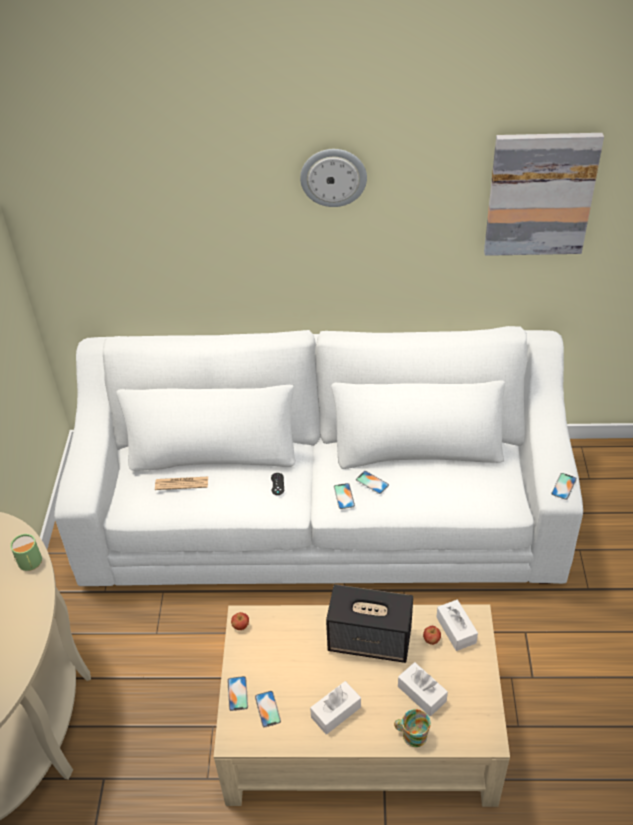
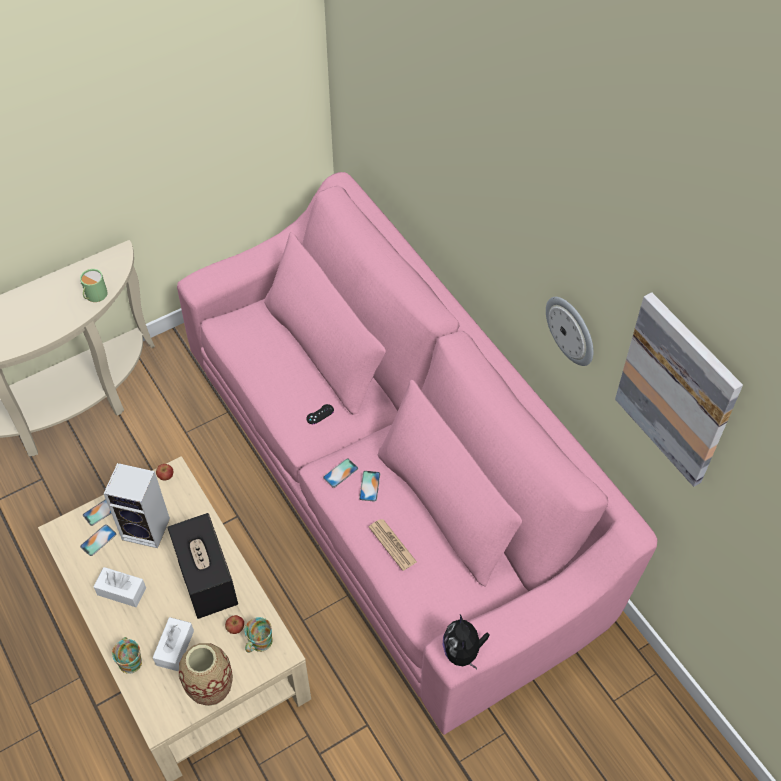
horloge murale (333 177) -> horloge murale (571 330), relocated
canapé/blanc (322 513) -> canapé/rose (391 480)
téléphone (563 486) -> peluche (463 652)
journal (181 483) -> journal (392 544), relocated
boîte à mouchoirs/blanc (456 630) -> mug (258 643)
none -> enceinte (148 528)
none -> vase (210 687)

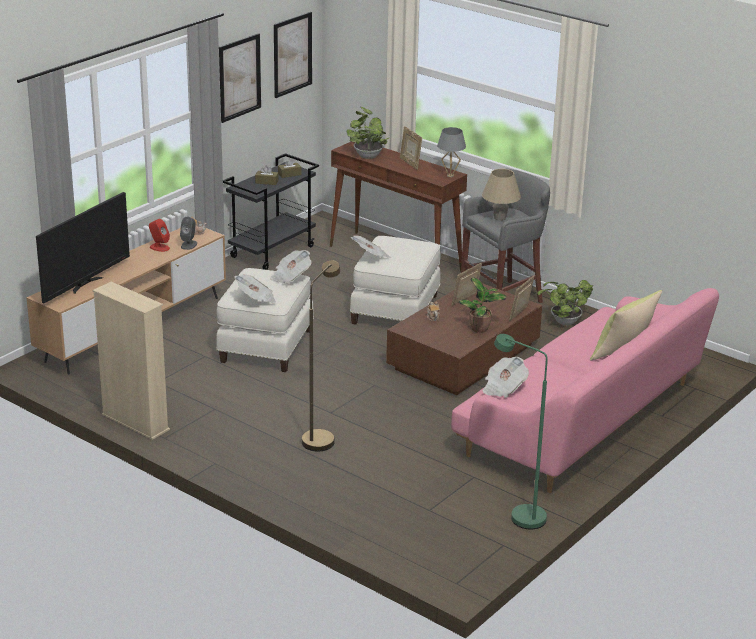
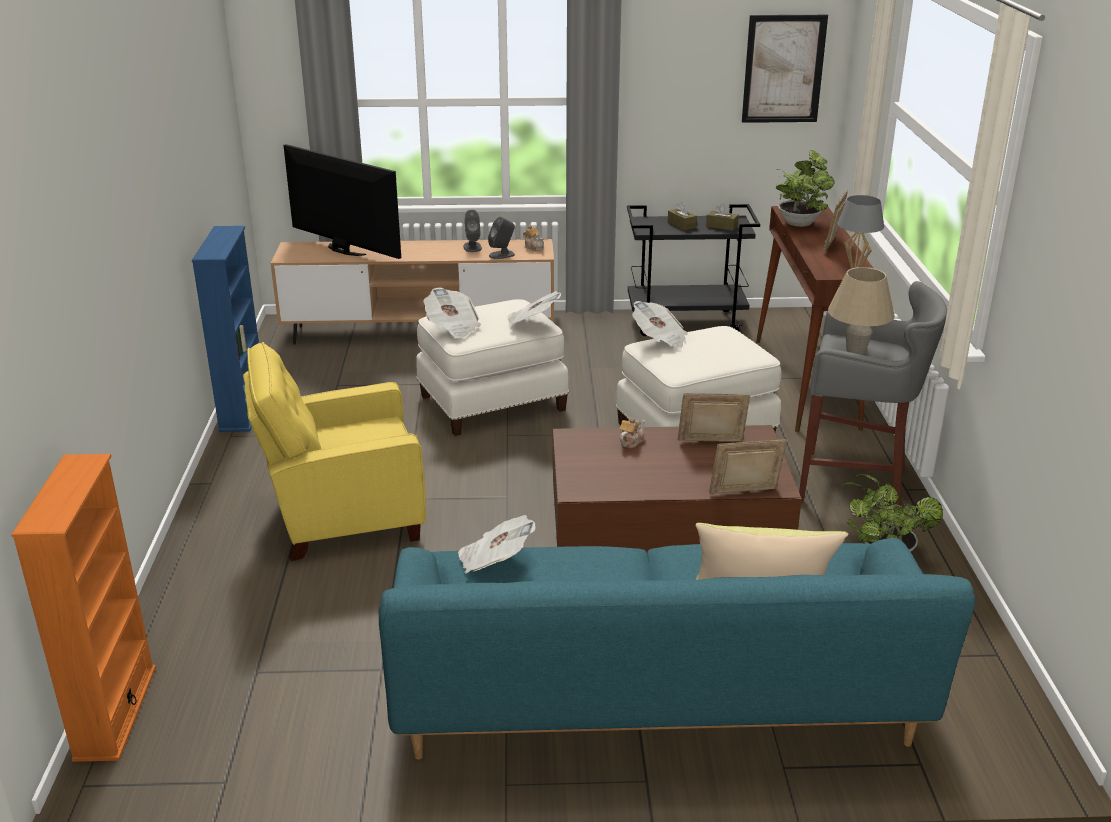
tableau (239 77) -> none
téléviseur (85 284) -> téléviseur (343 251), 135 degrees counterclockwise
enceinte/rouge (159 247) -> enceinte/gris (472 247)
lampadaire/marron (321 437) -> fauteuil/jaune (342 518)
plante en pot (480 329) -> none
bibliothèque/beige (135 422) -> bibliothèque/bleu (243 409)
canapé/rose (583 420) -> canapé/turquoise (654 694)
lampadaire/vert (519 515) -> none
none -> bibliothèque/orange (115 712)

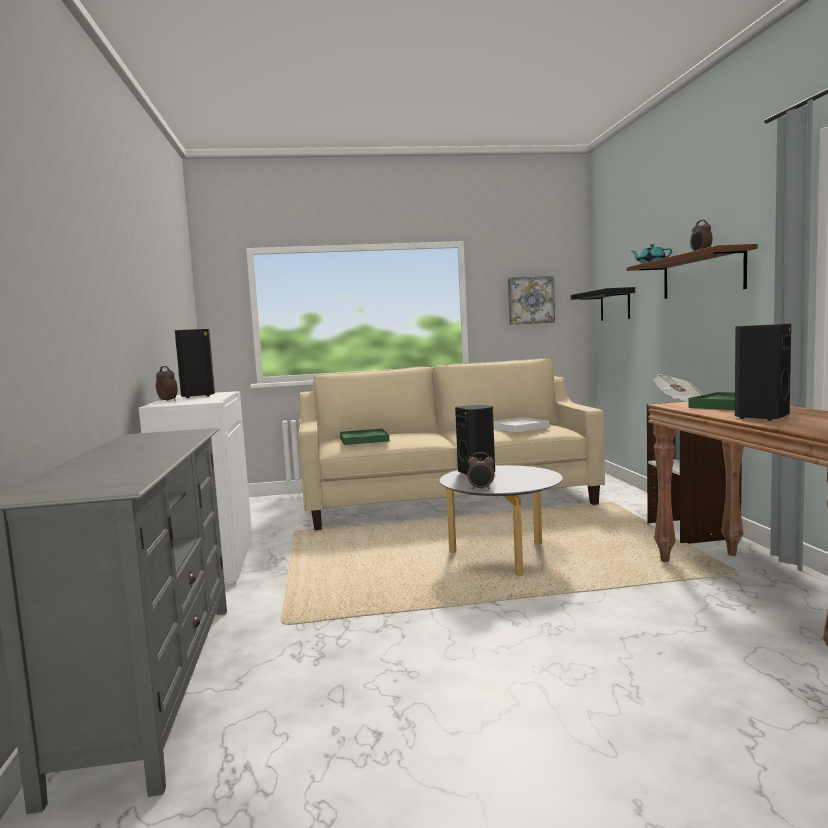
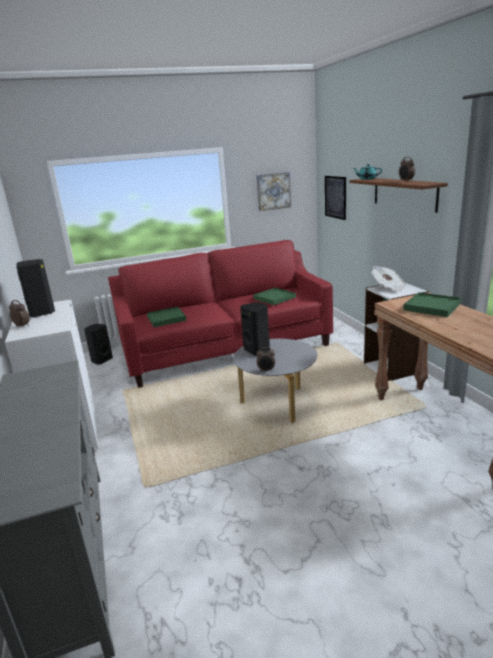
étagère/noir (615 305) -> tableau (335 197)
enceinte/noir (760 417) -> enceinte/noir (101 360), relocated
canapé/beige (446 501) -> canapé/rouge (224 349)
plateau/blanc (518 427) -> plateau/vert (274 298)

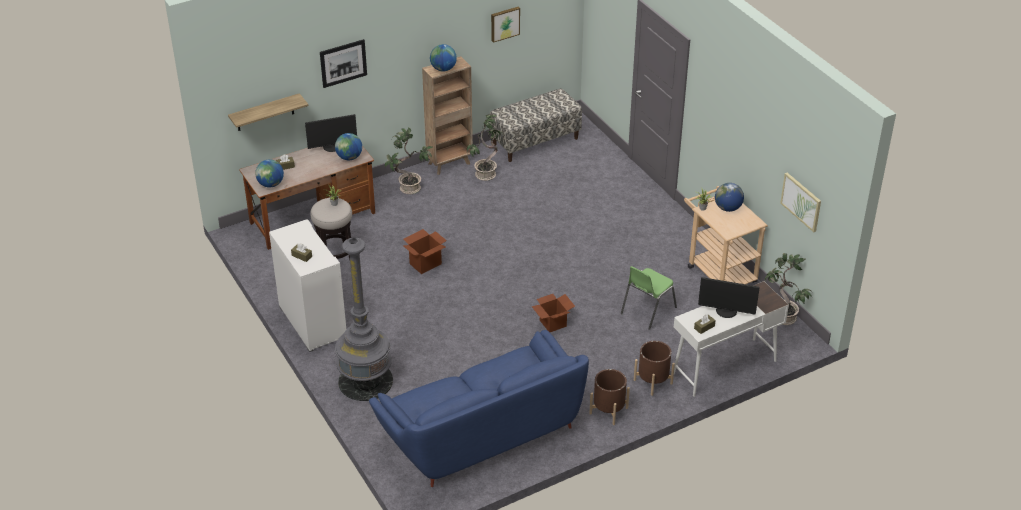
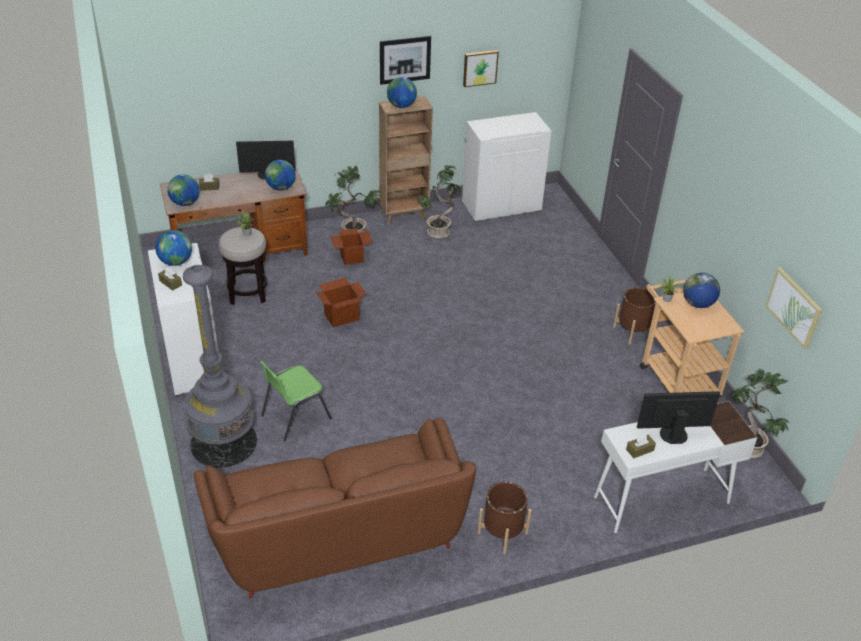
tableau (343 63) -> tableau (405 60), relocated
banc (535 141) -> meuble de rangement/blanc (501 206)
étagère (265 113) -> none
chaise/vert (647 310) -> chaise/vert (294 417), relocated
écran d'ordinateur (726 311) -> écran d'ordinateur (673 433), 150 degrees clockwise
carton (553 323) -> carton (352 257), relocated
canapé/bleu (481 430) -> canapé/marron (337 531)
cache-pot/marron (653 381) -> cache-pot/marron (633 331), relocated
none -> globe (176 262)

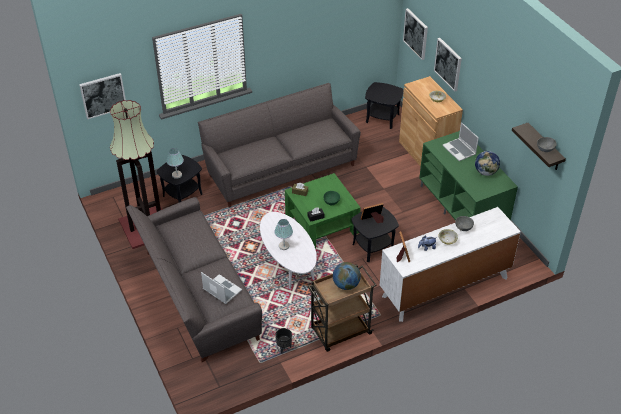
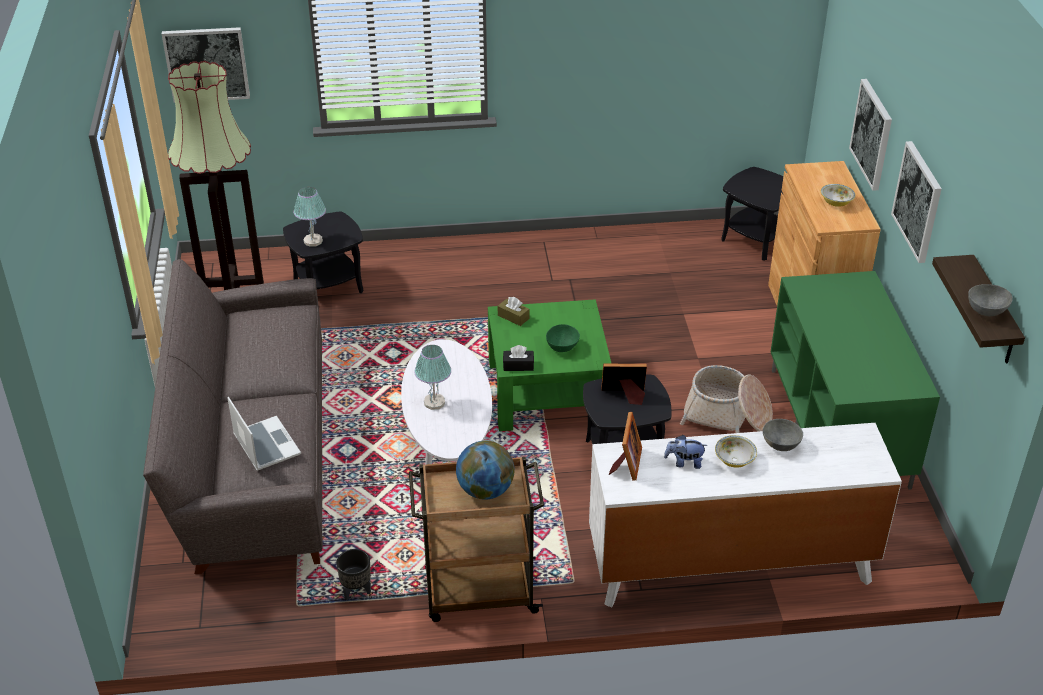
tableau (416 33) -> tableau (918 201), relocated
canapé/gris (280 168) -> none
ordinateur portable (459 150) -> none
globe (486 172) -> none
none -> panier (727 415)

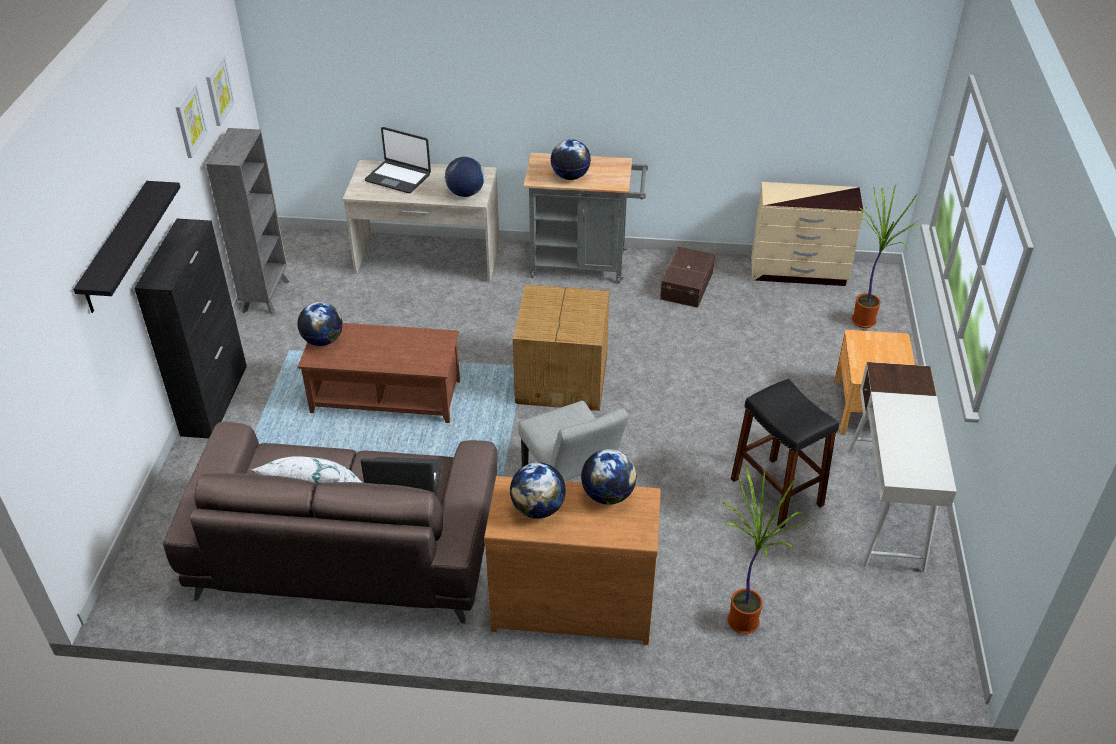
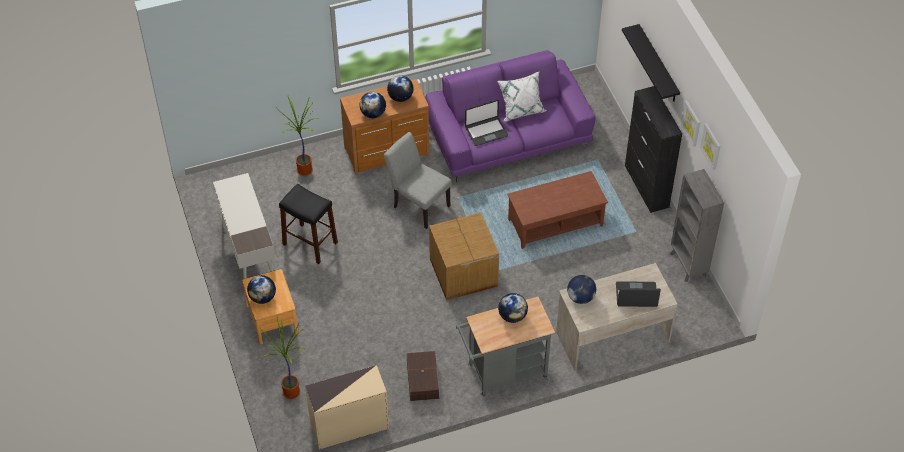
tableau (218 90) -> tableau (691 123), relocated
globe (323 340) -> globe (262 297), relocated
canapé/marron (346 550) -> canapé/violet (508 137)

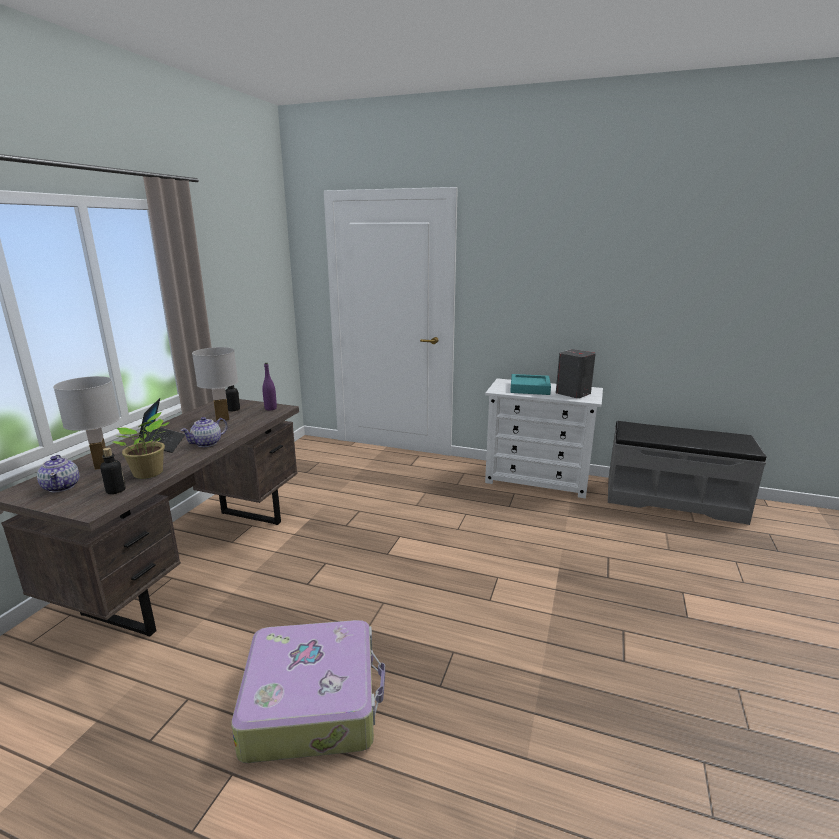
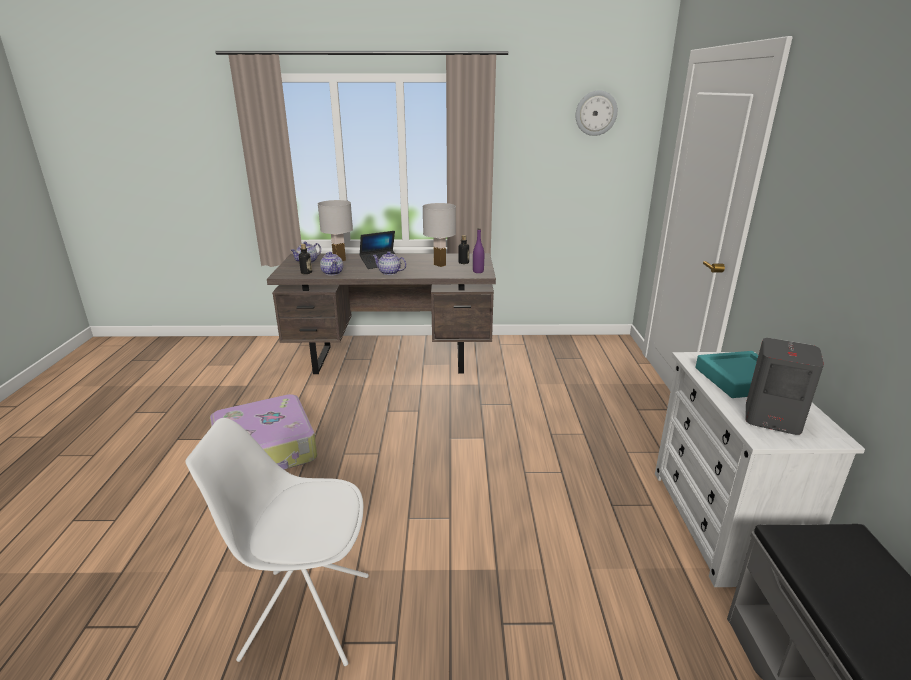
plante en pot (149 474) -> théière (332 273)
none -> horloge murale (596 113)
none -> chaise/blanc (305 615)

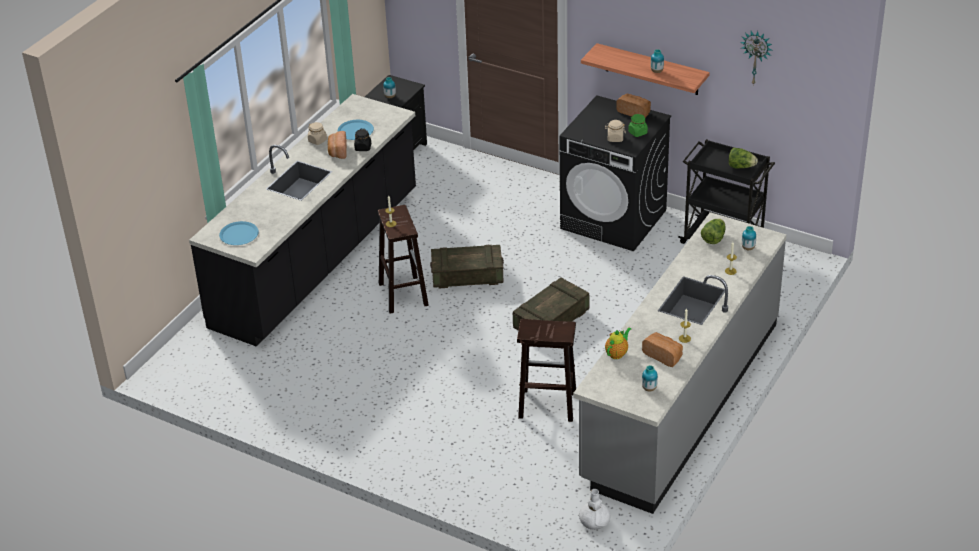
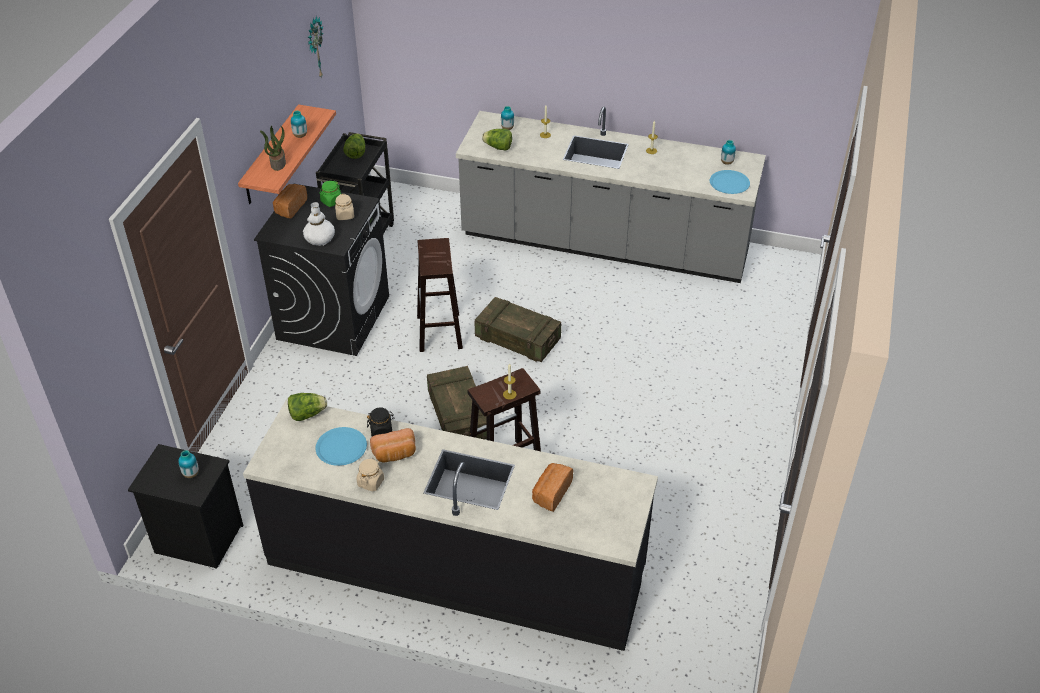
assiette/bleu (239 234) -> assiette/bleu (729 183), relocated
tabouret/marron (546 405) -> tabouret/marron (440 333), relocated
théière (617 353) -> none
pain (663 355) -> pain (551 493), relocated
vase/blanc (594 521) -> vase/blanc (320 239), relocated
none -> plante en pot (277 163)
none -> laitue (307 414)

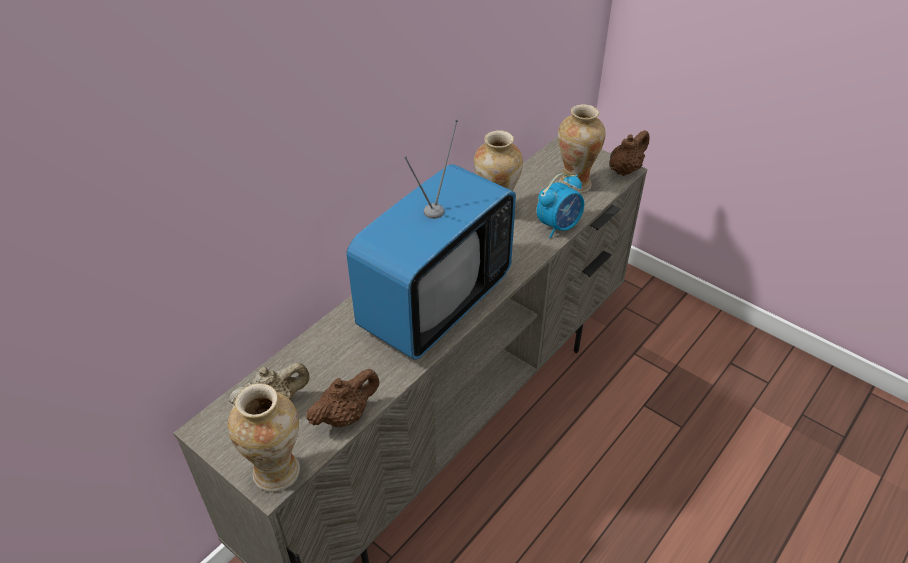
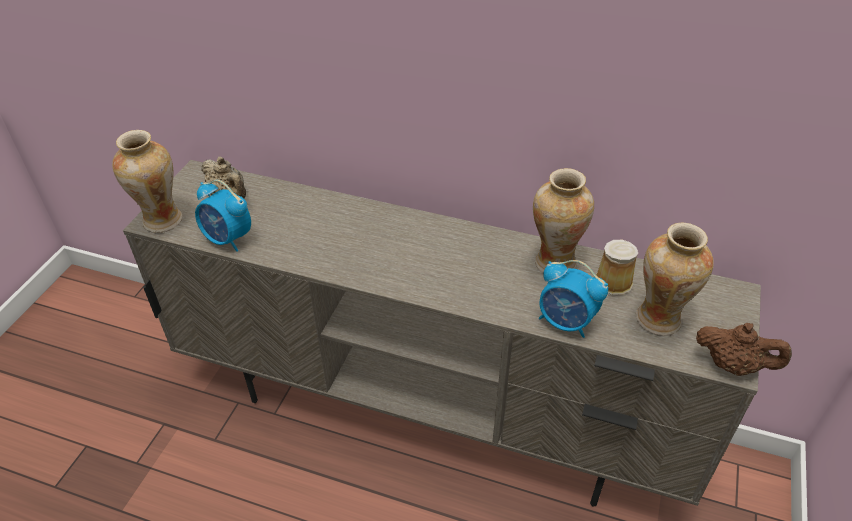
téléviseur (435 304) -> none
théière/marron (345 415) -> réveil (228 239)
none -> mug (615 280)

